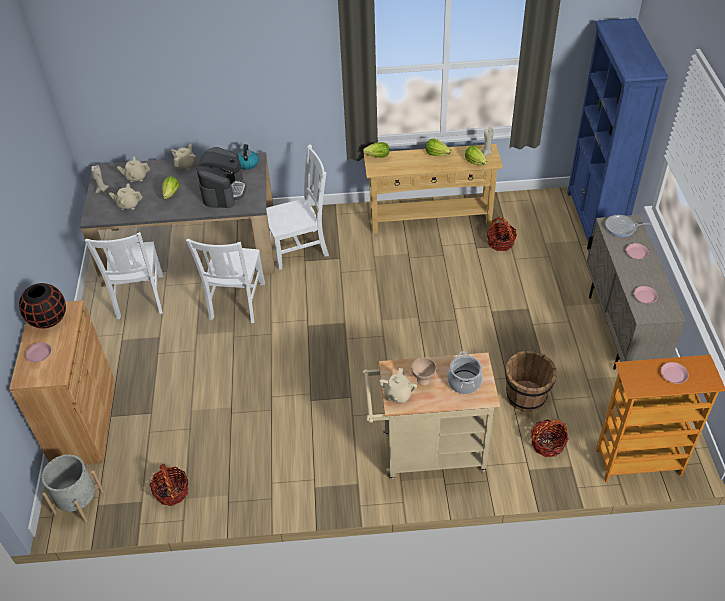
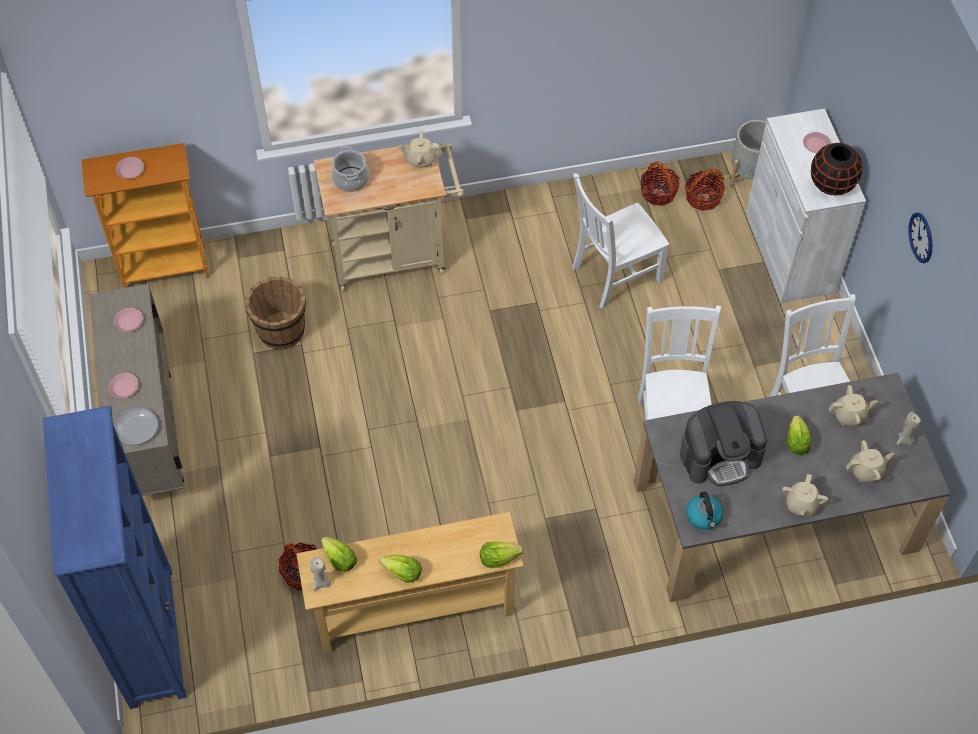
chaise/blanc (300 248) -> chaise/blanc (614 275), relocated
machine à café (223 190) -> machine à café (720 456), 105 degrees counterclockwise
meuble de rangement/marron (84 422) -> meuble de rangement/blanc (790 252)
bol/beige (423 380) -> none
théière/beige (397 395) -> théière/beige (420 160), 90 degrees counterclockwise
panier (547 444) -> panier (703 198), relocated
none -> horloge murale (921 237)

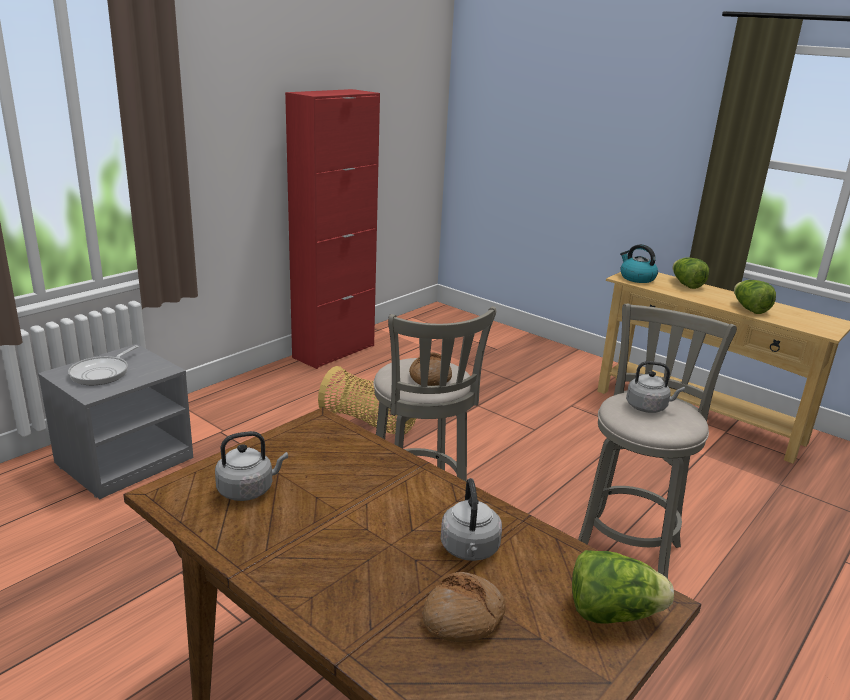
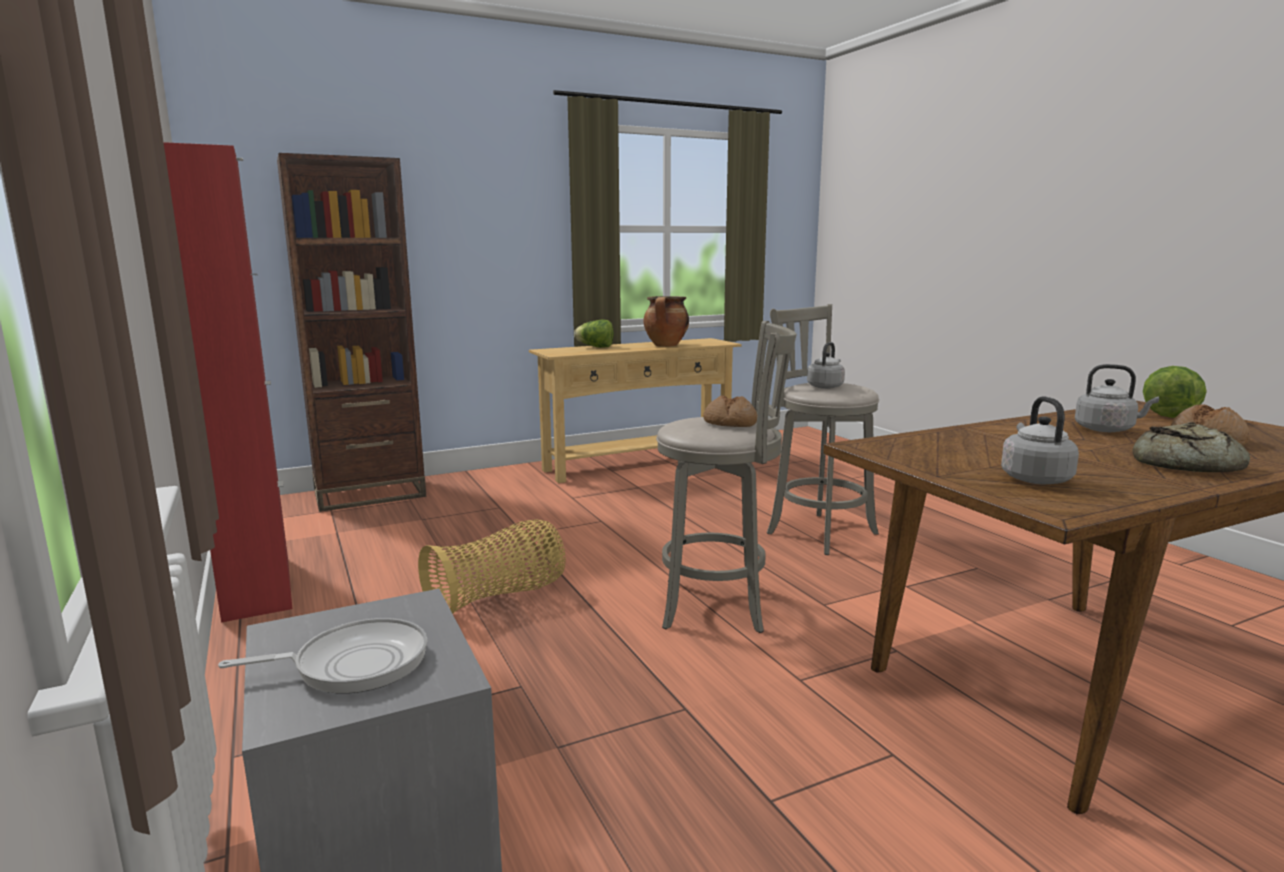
bouilloire (636 278) -> none
laitue (749 309) -> marmite (666 346)
poêle (102 373) -> poêle (354 664), 60 degrees counterclockwise
none -> bibliothèque/marron (370 494)
none -> pain (1184 464)

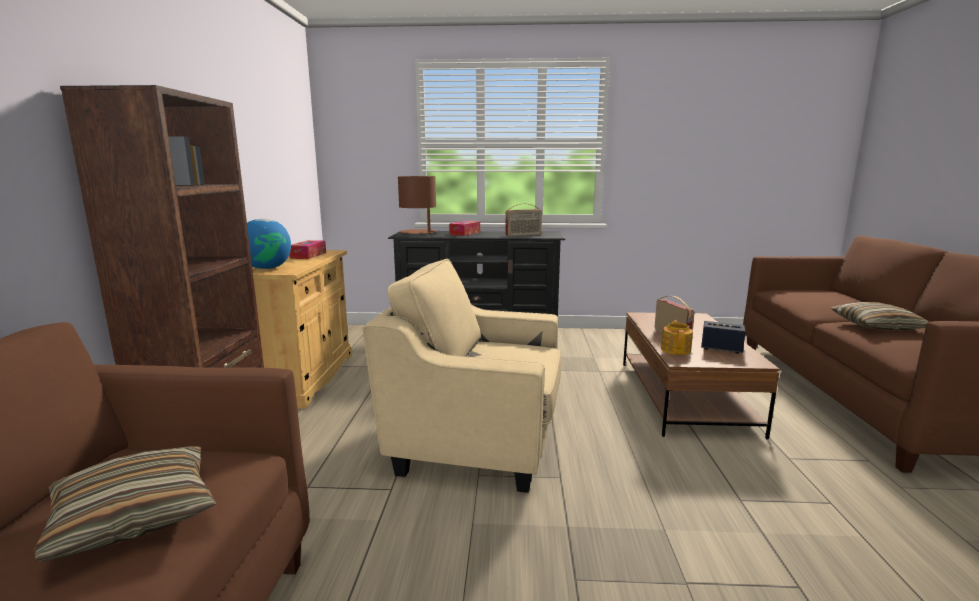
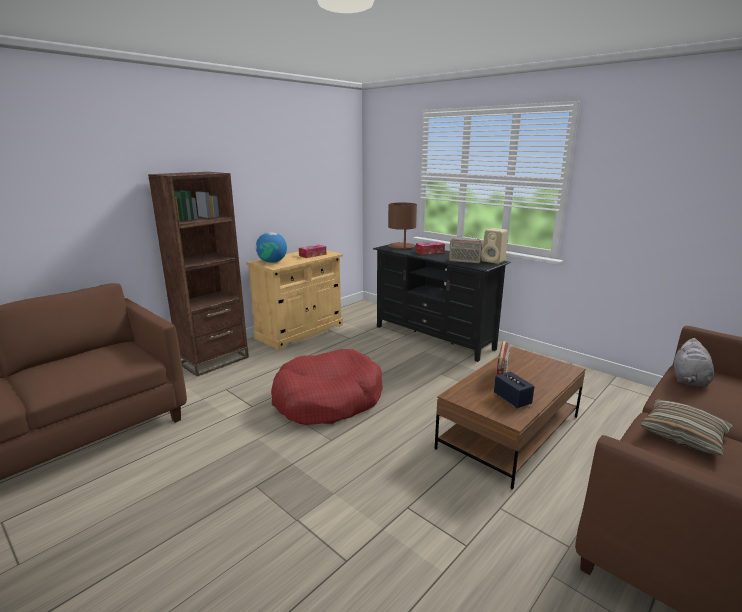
fauteuil/beige (478 438) -> panier pour chien/rouge (327 399)
théière (676 349) -> none
coussin (135 515) -> none
none -> enceinte/beige (494 261)
none -> peluche/gris (689 380)

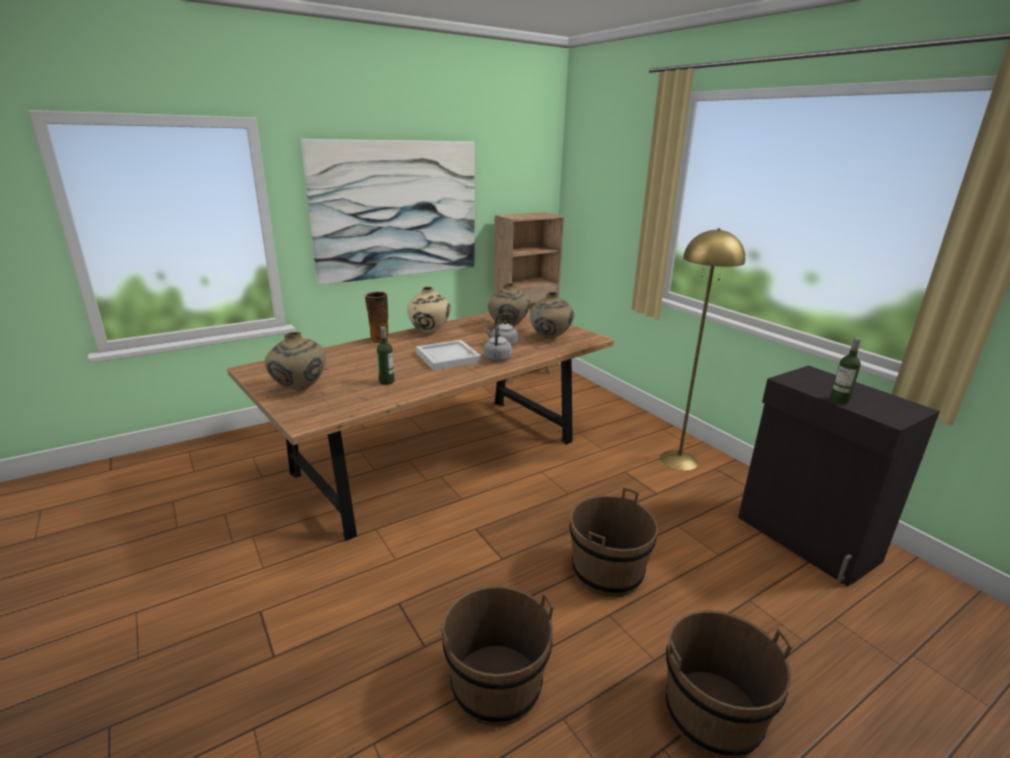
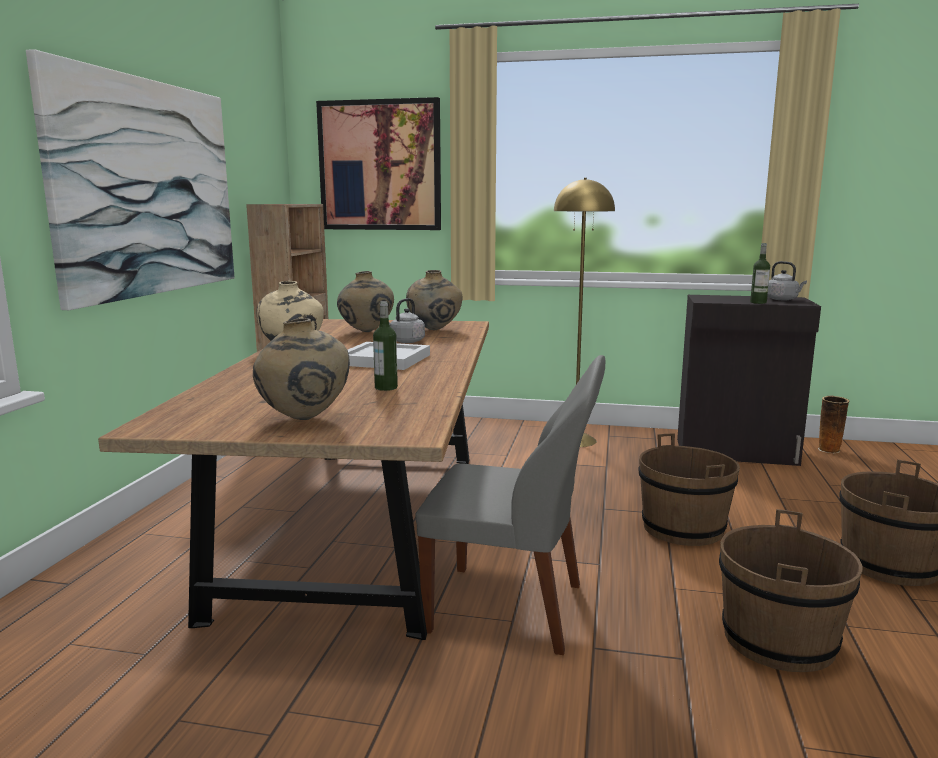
vase (379 340) -> vase (829 450), relocated
bouilloire/gris (497 359) -> bouilloire/gris (783 299), relocated
none -> tableau (380 166)
none -> chaise/gris (511 609)

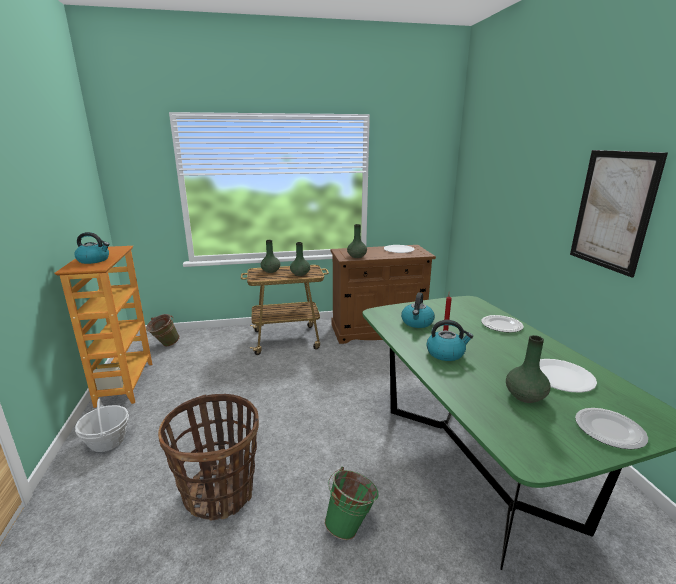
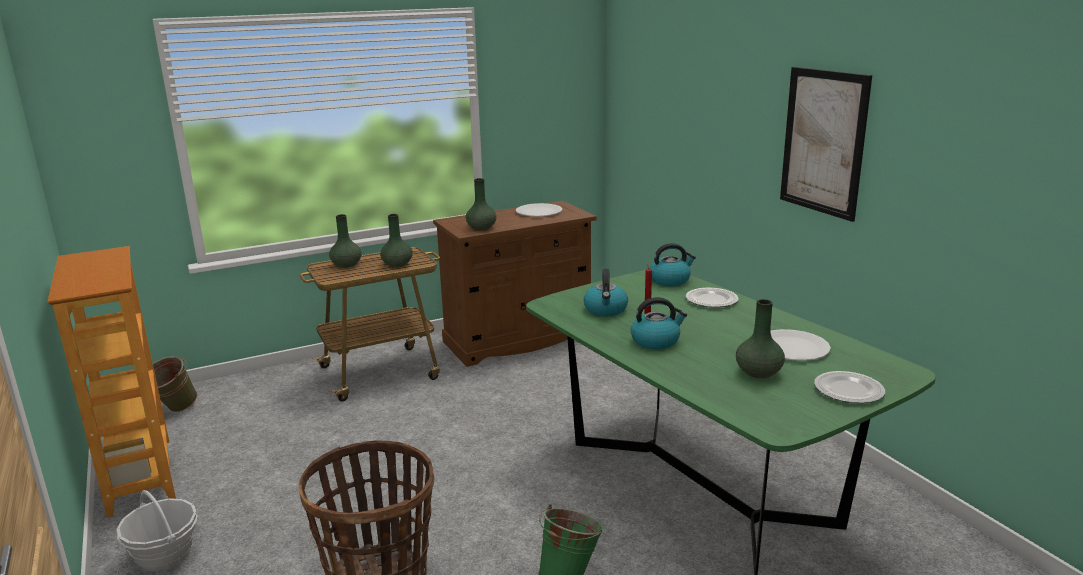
bouilloire (94 260) -> bouilloire (670 280), relocated

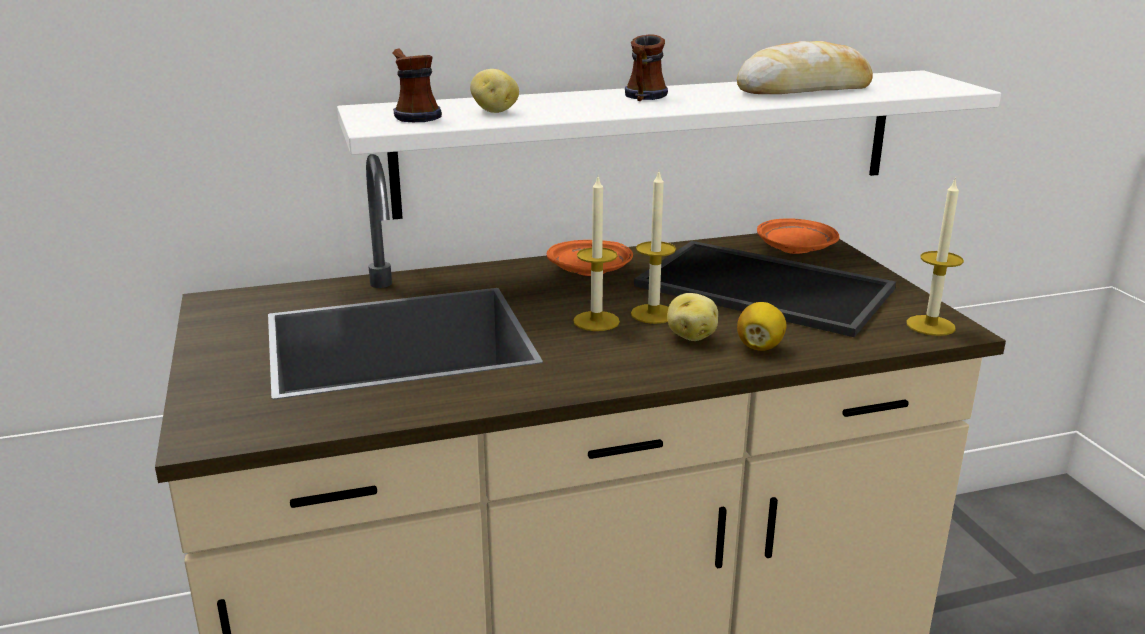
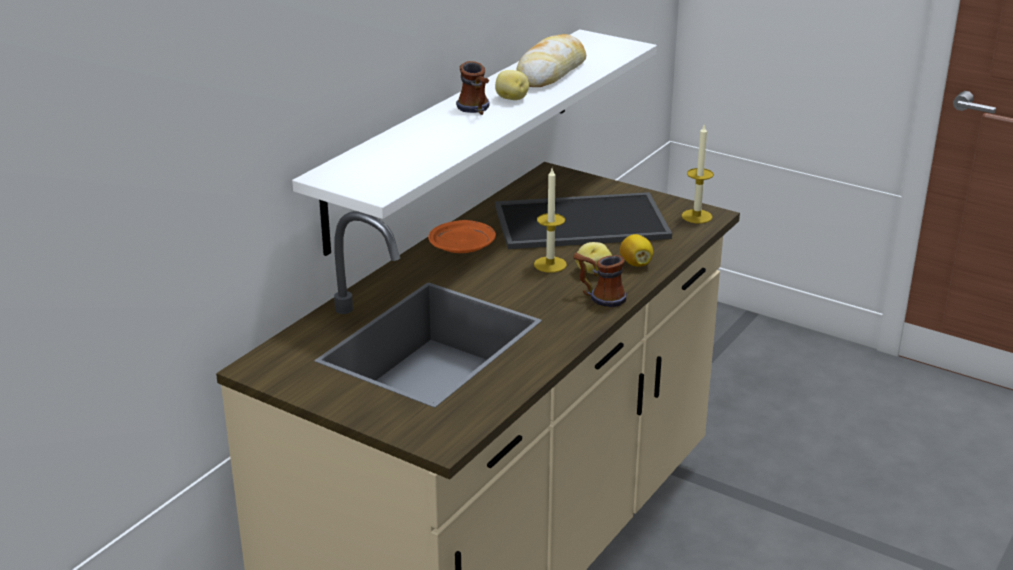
mug (413 114) -> mug (599 297), relocated
pomme de terre (494 111) -> pomme de terre (511 99), relocated
bougie (596 321) -> none
assiette/orange (794 248) -> none

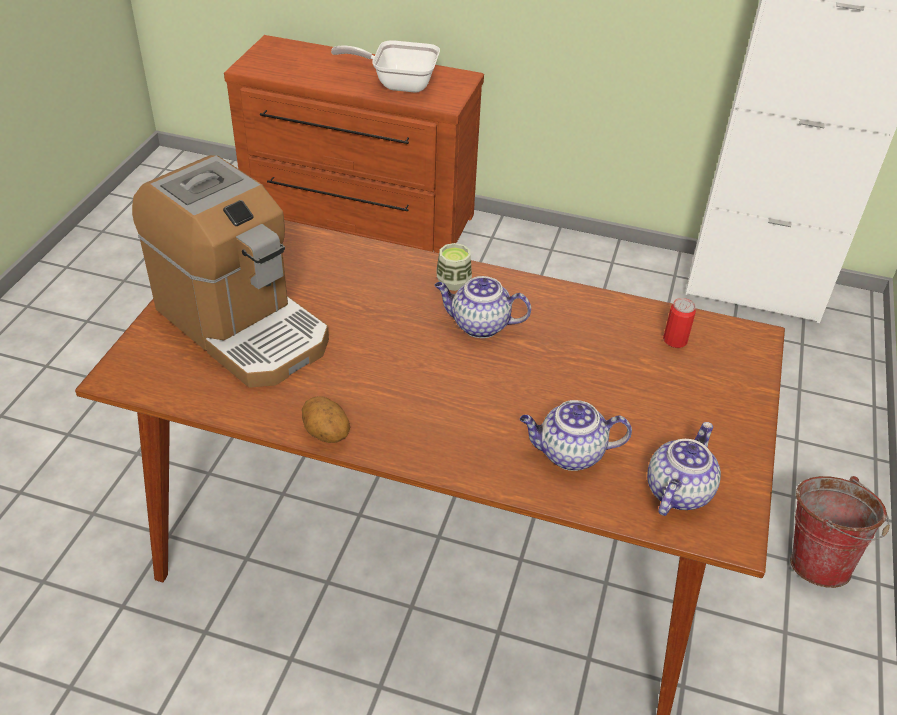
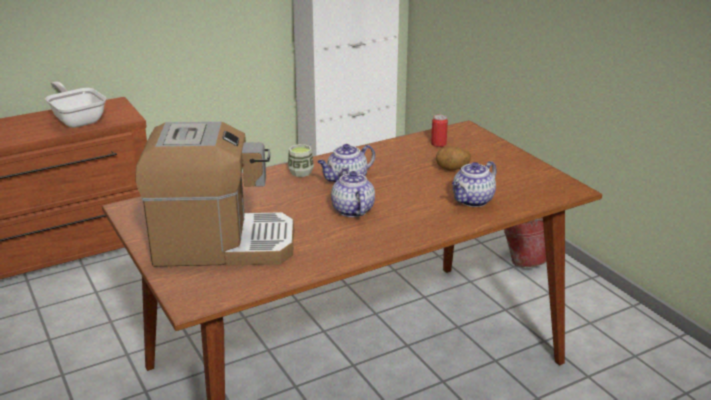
poêle (398 84) -> poêle (77 120), 90 degrees clockwise
pomme de terre (326 434) -> pomme de terre (452 169), relocated
théière (677 490) -> théière (352 210), relocated

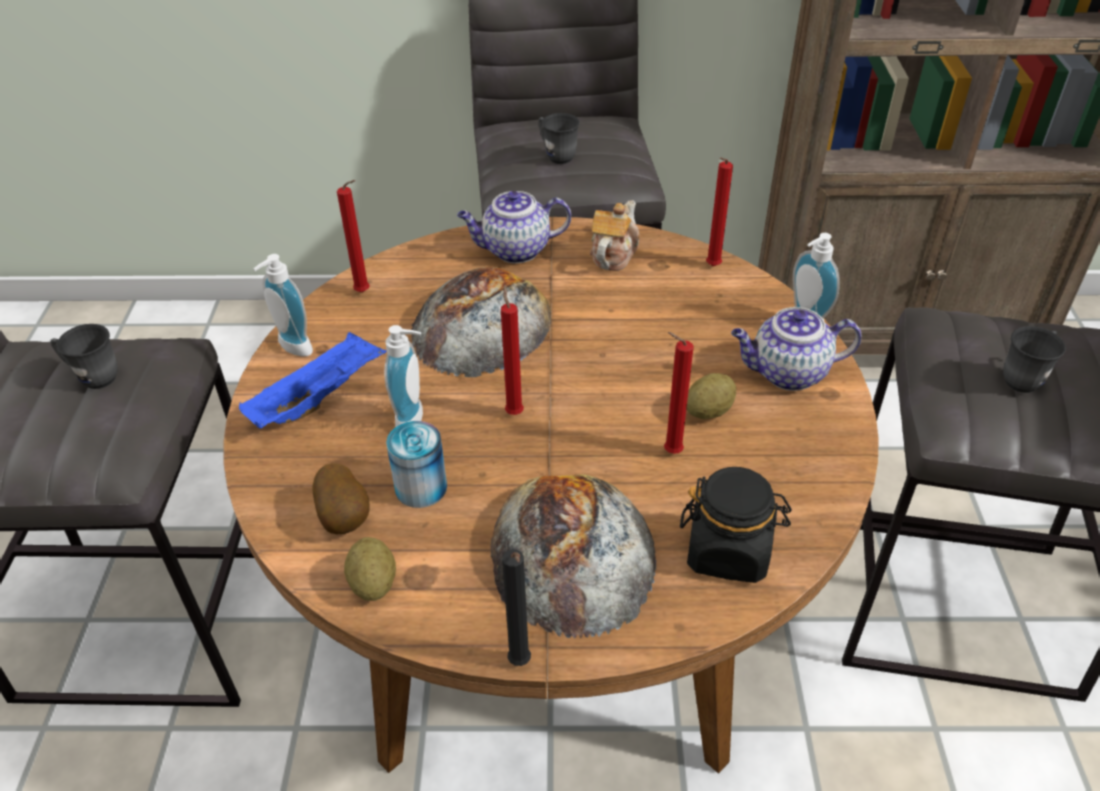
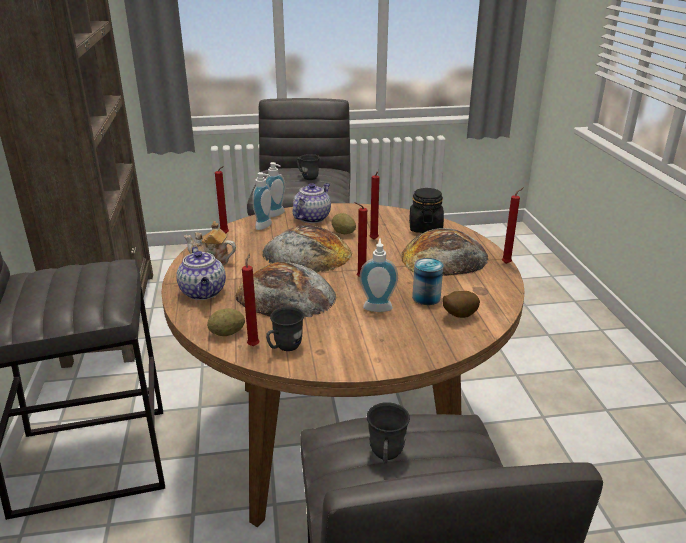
mug/gris (556 155) -> mug/gris (284 348), relocated
distributeur de savon (291 349) -> distributeur de savon (266 226), relocated
théière (787 373) -> théière (312 218), 135 degrees counterclockwise
plateau/bleu (319 397) -> none
pomme de terre (373 583) -> pomme de terre (227 333), relocated
bougie/noir (520 664) -> bougie/rouge (507 263)
none -> pain (306 254)

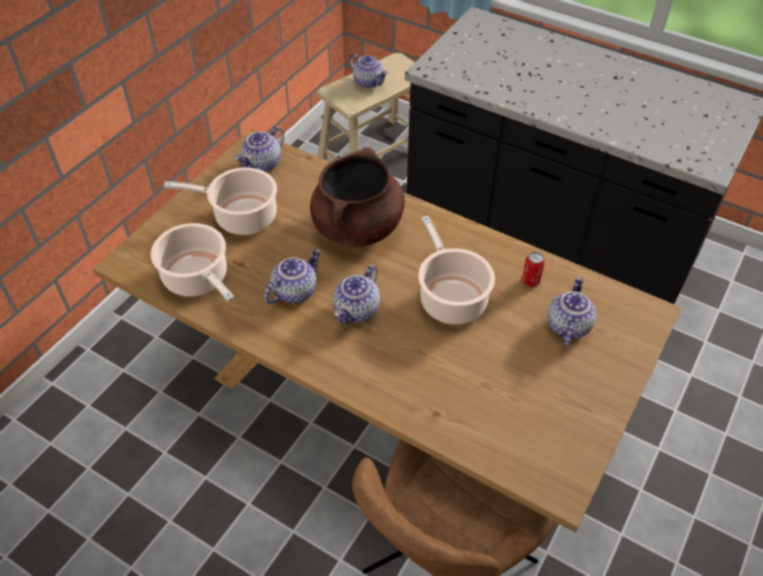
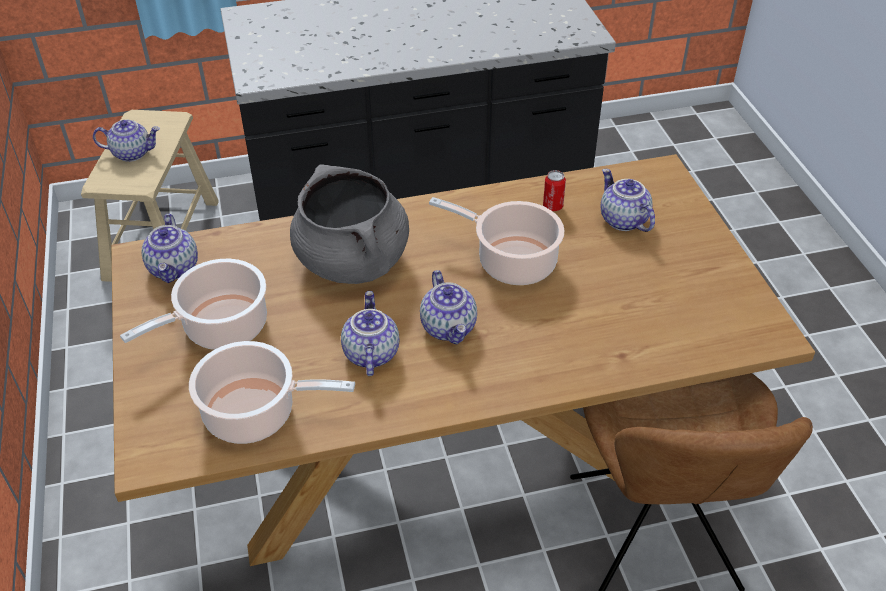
marmite/marron (358 228) -> marmite/gris (353 261)

